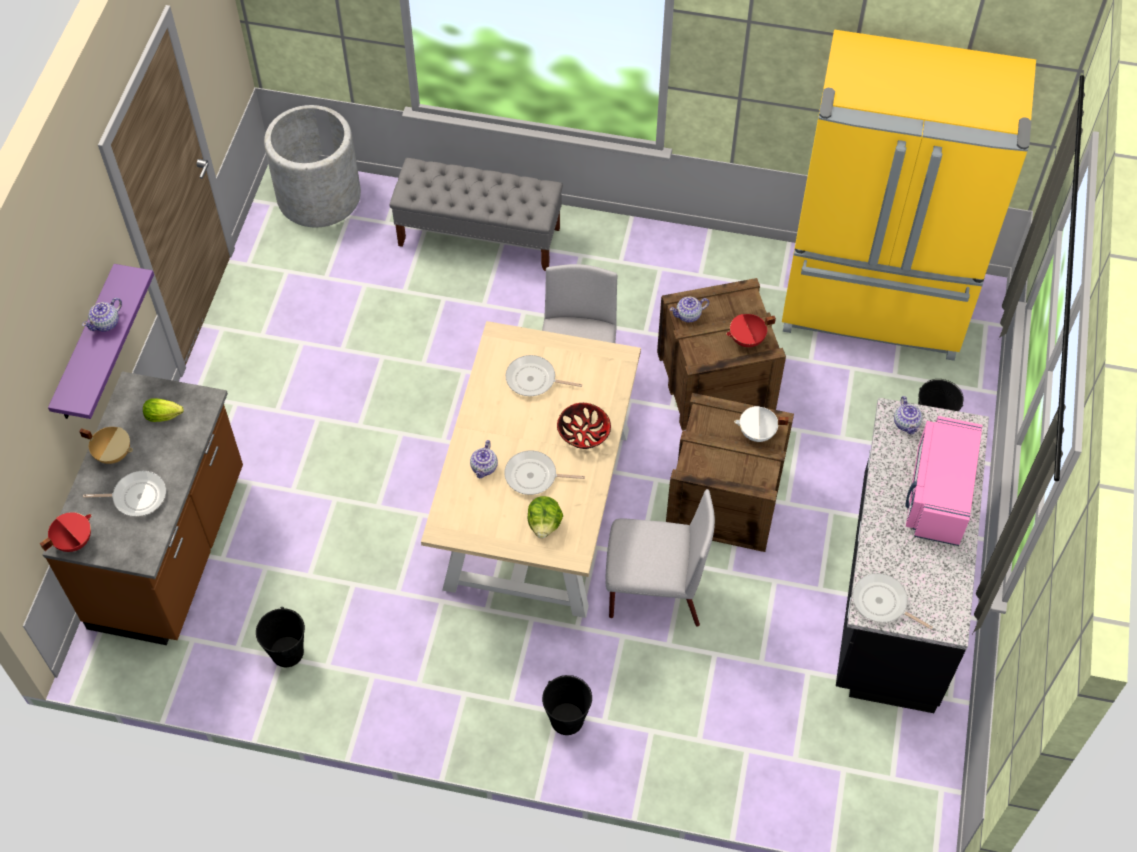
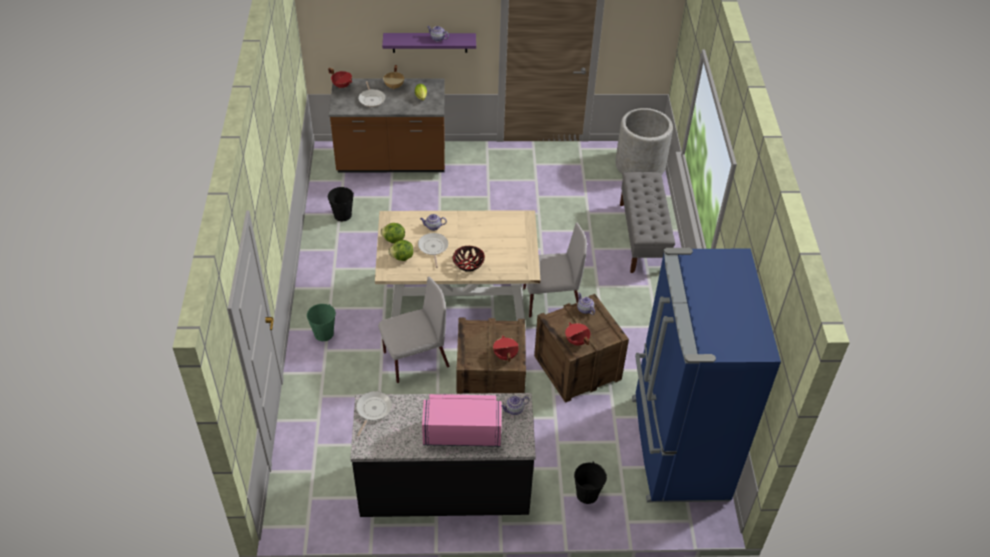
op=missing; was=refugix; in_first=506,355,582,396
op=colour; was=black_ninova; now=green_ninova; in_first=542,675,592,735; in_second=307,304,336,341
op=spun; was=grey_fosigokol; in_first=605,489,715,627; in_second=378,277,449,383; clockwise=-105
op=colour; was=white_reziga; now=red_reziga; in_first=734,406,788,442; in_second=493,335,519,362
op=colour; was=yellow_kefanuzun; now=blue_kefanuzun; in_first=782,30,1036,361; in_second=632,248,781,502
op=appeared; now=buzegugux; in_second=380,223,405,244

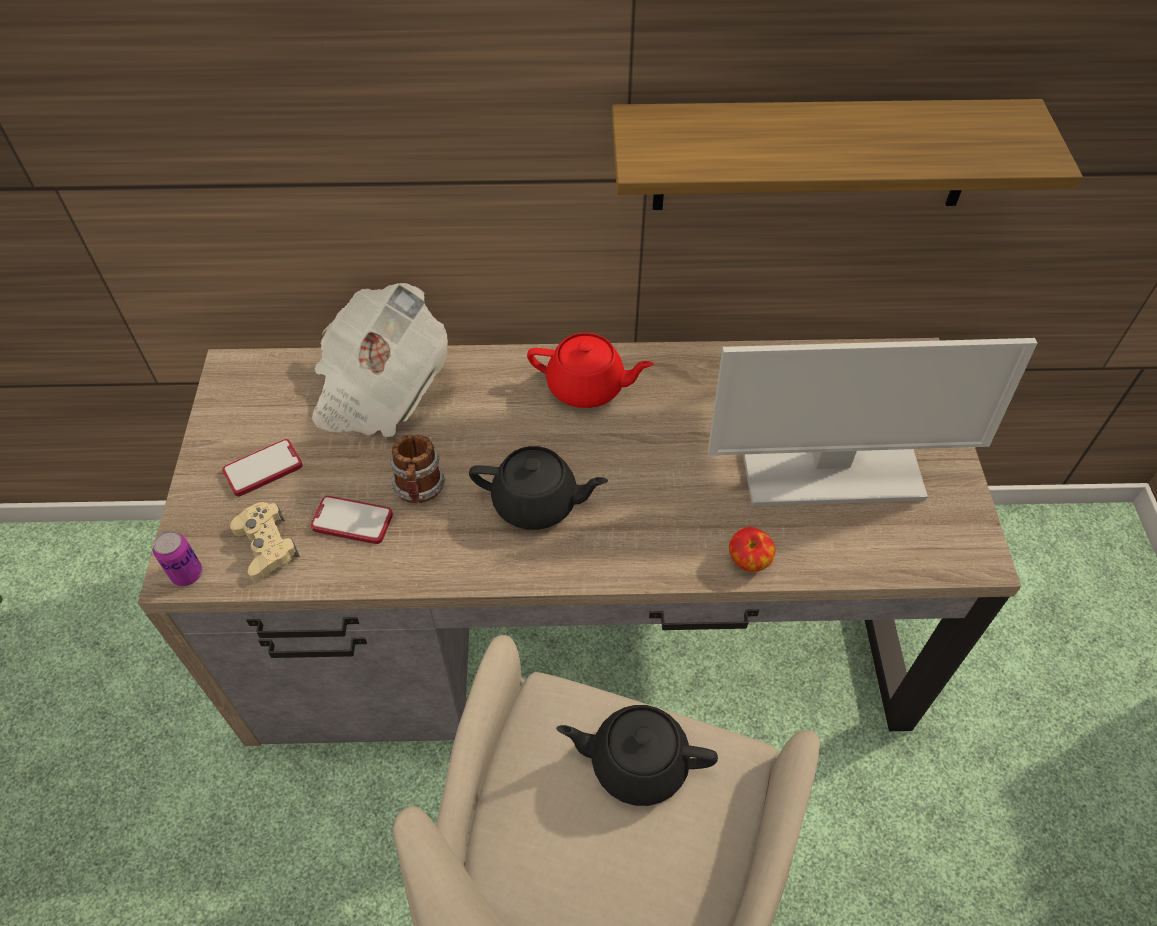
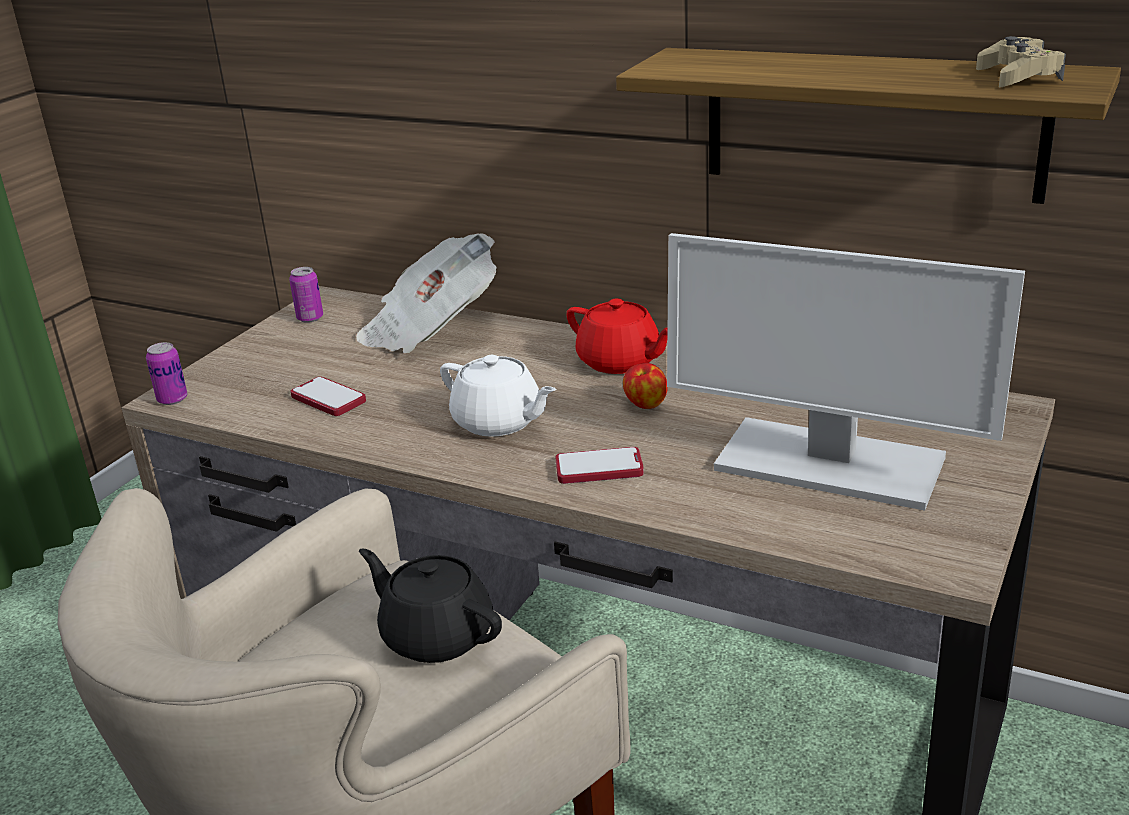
op=relocated; was=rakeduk; in_first=222,439,303,497; in_second=556,447,644,484
op=relocated; was=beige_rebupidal; in_first=230,502,300,581; in_second=976,36,1066,87
op=missing; was=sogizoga; in_first=390,434,445,503
op=colour; was=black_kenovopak; now=white_kenovopak; in_first=469,446,608,530; in_second=440,355,556,437
op=relocated; was=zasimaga; in_first=729,527,775,572; in_second=623,363,668,409
op=appeared; now=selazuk; in_second=289,267,323,323

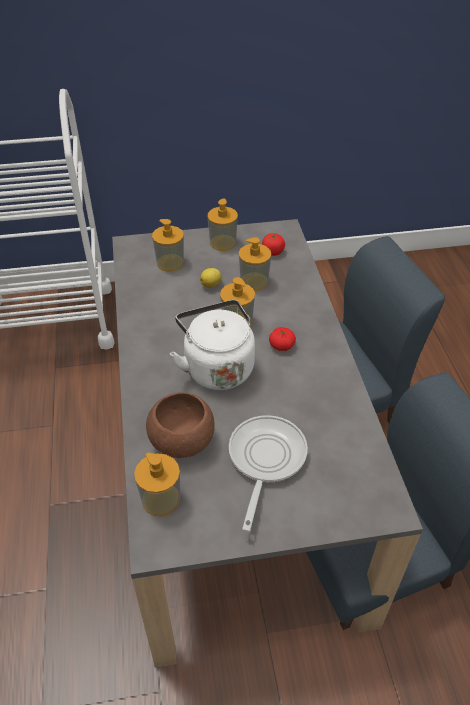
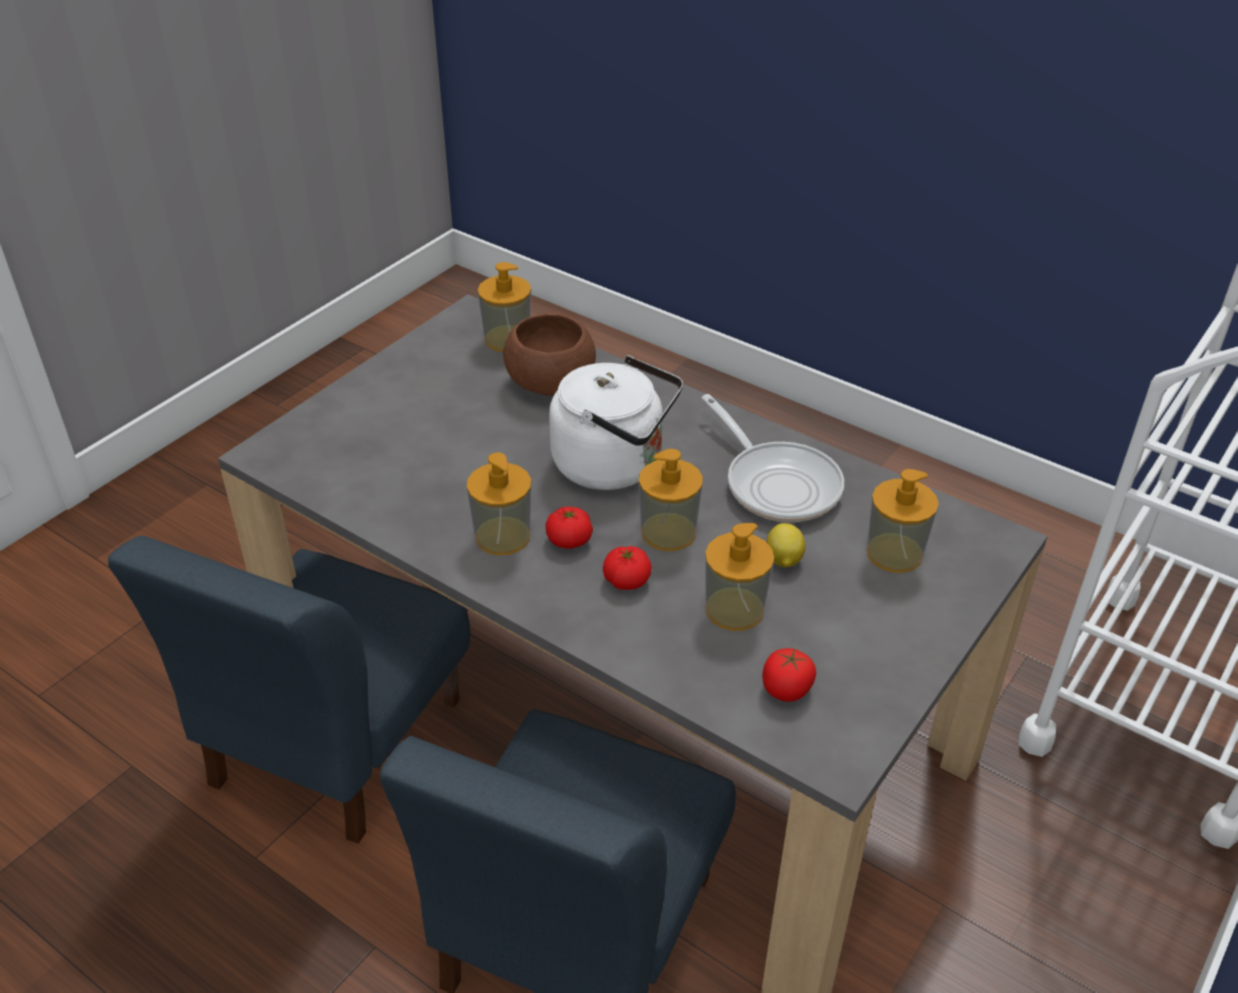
op=relocated; was=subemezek; in_first=208,198,238,251; in_second=467,453,531,555
op=relocated; was=refugix; in_first=229,415,308,532; in_second=702,394,844,522
op=appeared; now=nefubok; in_second=603,546,652,590

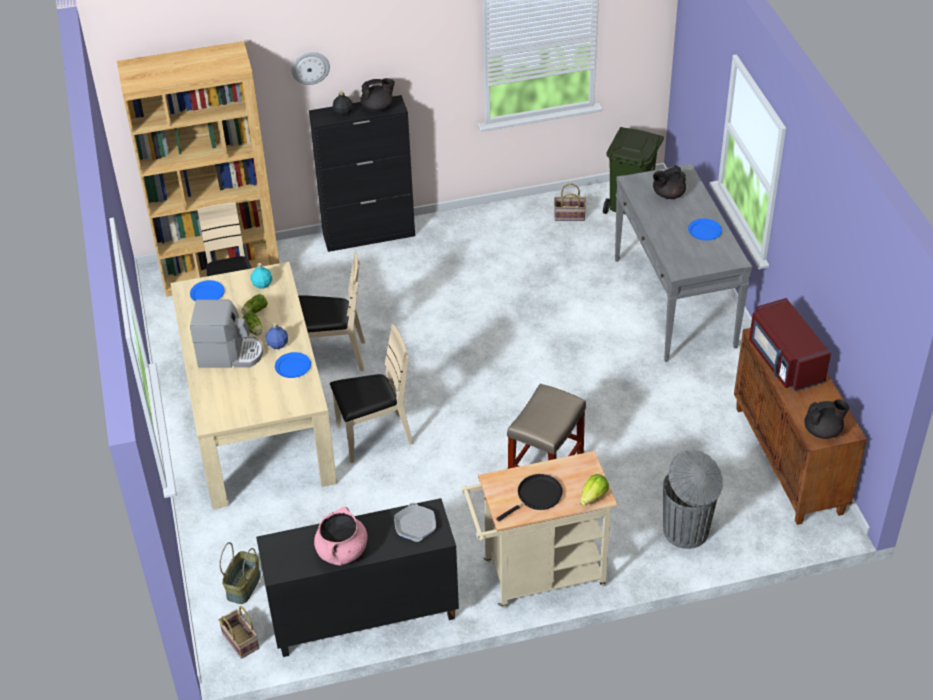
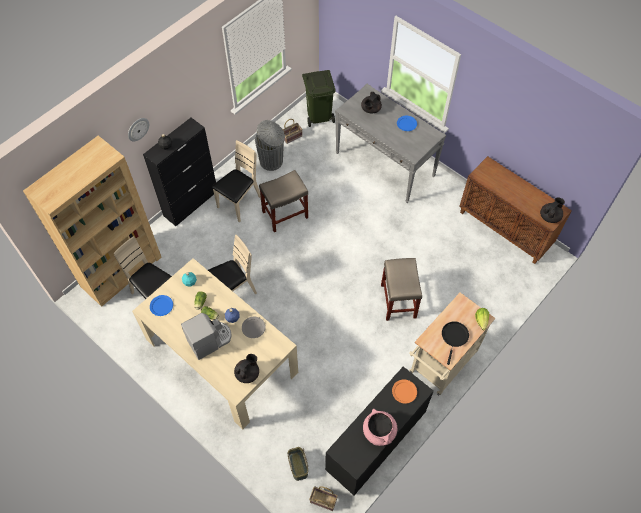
op=colour; was=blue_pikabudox; now=grey_pikabudox; in_first=275,352,311,378; in_second=242,317,266,338
op=relocated; was=beige_fosigokol; in_first=330,324,413,463; in_second=212,140,261,223
op=relocated; was=black_kenovopak; in_first=361,78,395,112; in_second=234,354,259,383
op=exchanged; was=refugix; now=orange_pikabudox; in_first=394,503,436,542; in_second=392,379,417,404
op=relocated; was=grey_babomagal; in_first=663,449,723,549; in_second=255,120,285,171
op=missing; was=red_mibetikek; in_first=749,298,831,391
op=appeared; now=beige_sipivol; in_second=259,170,308,232

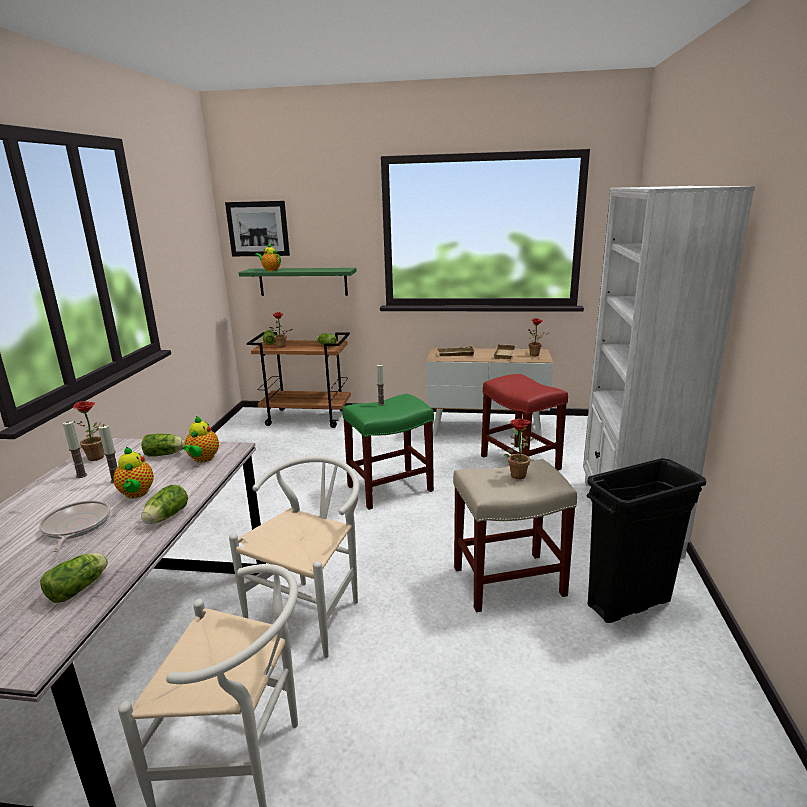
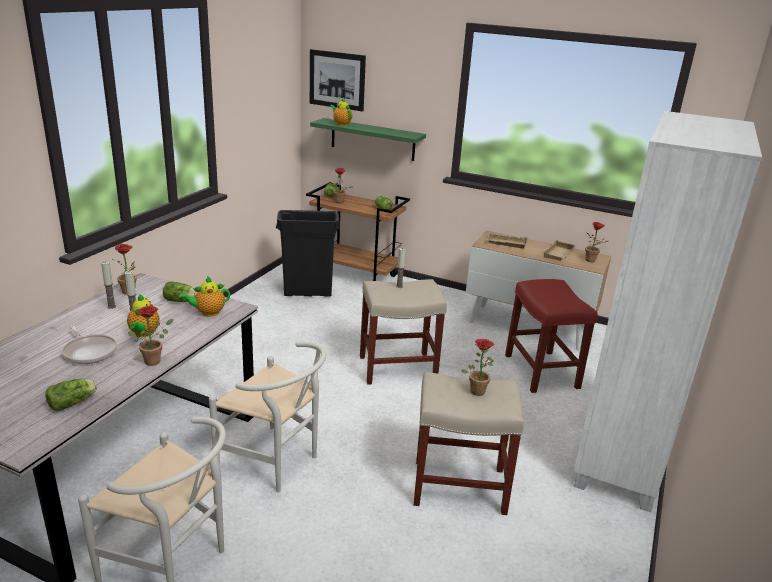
op=spun; was=refugix; in_first=39,500,110,552; in_second=62,325,117,364; clockwise=135
op=exchanged; was=buzegugux; now=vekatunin; in_first=141,485,188,524; in_second=128,306,173,366
op=spun; was=kenovopak; in_first=183,416,219,463; in_second=178,276,230,317; clockwise=45
op=spun; was=white_fosigokol; in_first=229,456,360,658; in_second=209,341,326,493; clockwise=75
op=colour; was=green_sipivol; now=beige_sipivol; in_first=342,394,434,510; in_second=360,279,447,385
op=relocated; was=black_babomagal; in_first=587,458,706,623; in_second=276,210,340,297

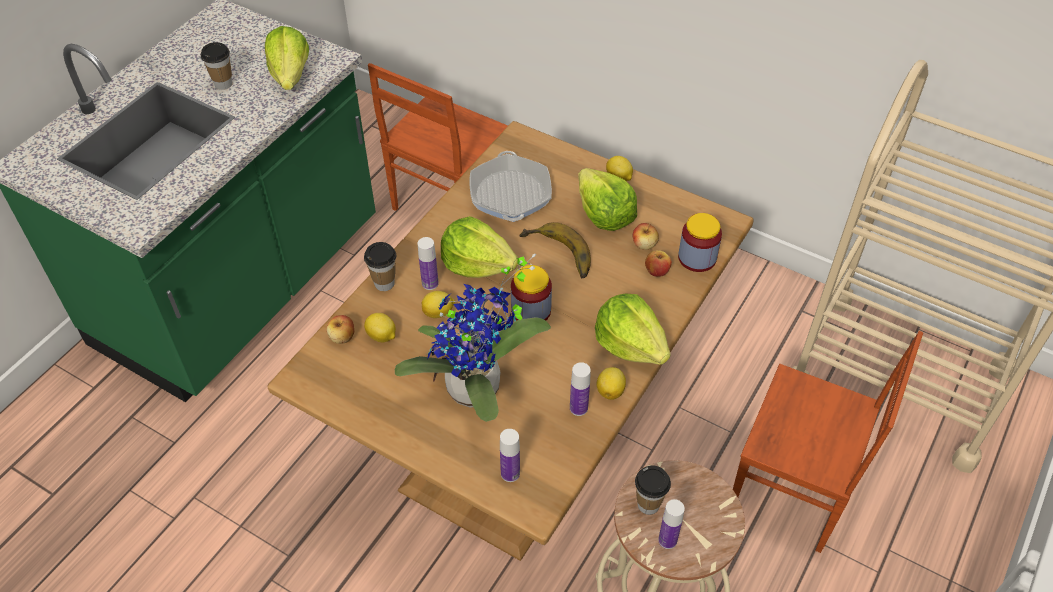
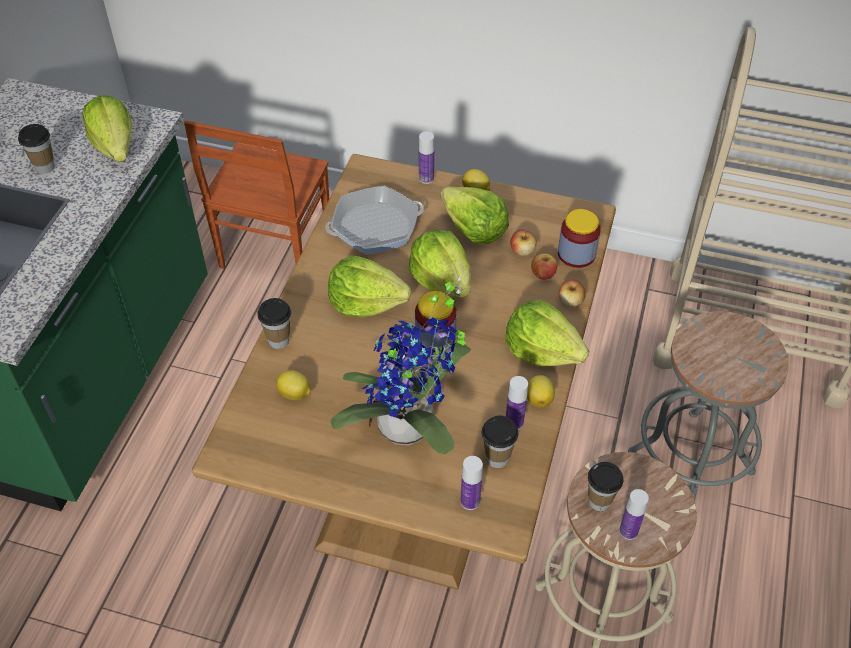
op=relocated; was=zasimaga; in_first=326,315,354,344; in_second=559,280,586,308
op=relocated; was=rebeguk; in_first=418,237,439,290; in_second=419,131,434,184
op=missing; was=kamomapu; in_first=422,291,455,318
op=spun; was=refugix; in_first=469,151,552,222; in_second=325,186,424,254; clockwise=-90
op=exchanged; was=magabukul; now=buzegugux; in_first=519,222,591,278; in_second=409,230,471,298
op=exchanged; was=brown_fosigokol; now=grey_sipivol; in_first=733,331,923,553; in_second=628,311,789,501
op=appeared; now=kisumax; in_second=482,416,519,468

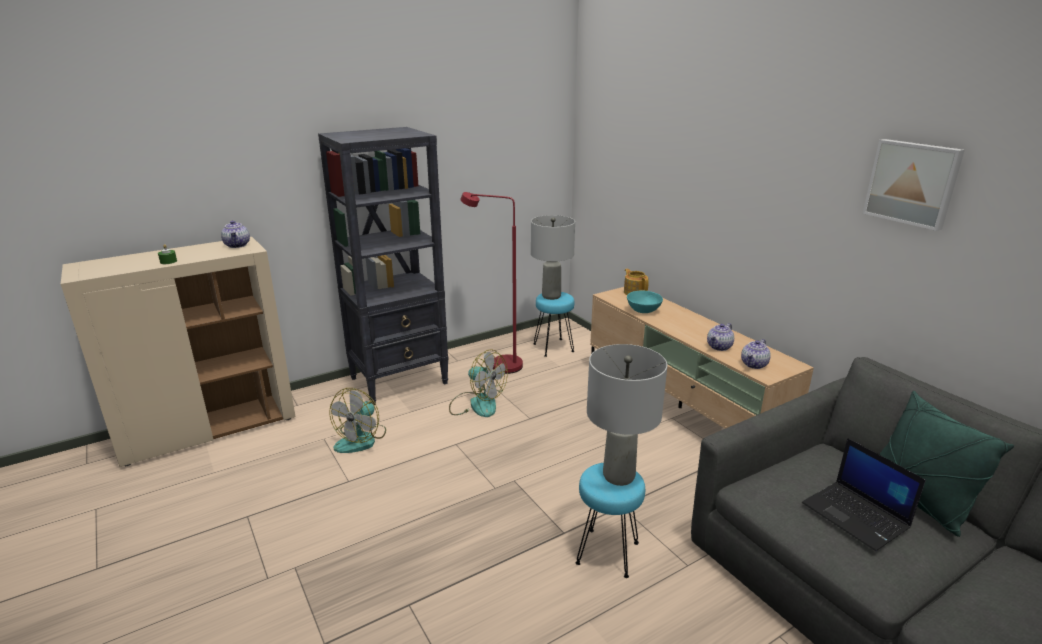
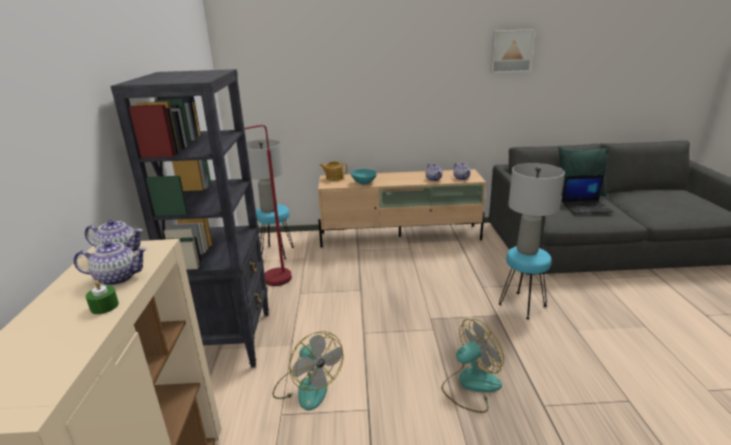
op=relocated; was=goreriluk; in_first=449,349,508,417; in_second=442,319,504,413
op=appeared; now=kenovopak; in_second=73,241,148,286

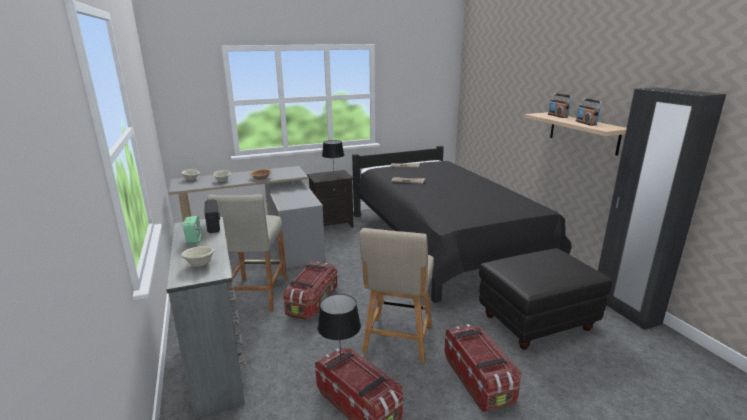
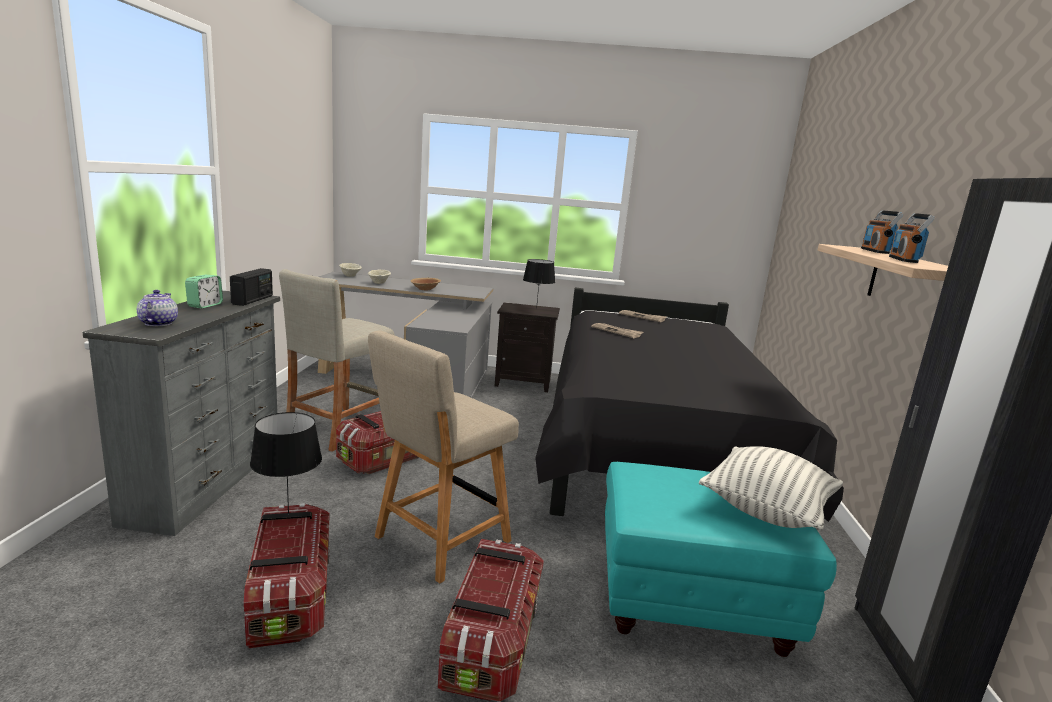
op=exchanged; was=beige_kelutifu; now=kenovopak; in_first=181,246,215,267; in_second=137,290,178,326
op=colour; was=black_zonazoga; now=turquoise_zonazoga; in_first=479,248,612,350; in_second=605,462,837,657
op=appeared; now=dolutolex; in_second=699,446,843,529

